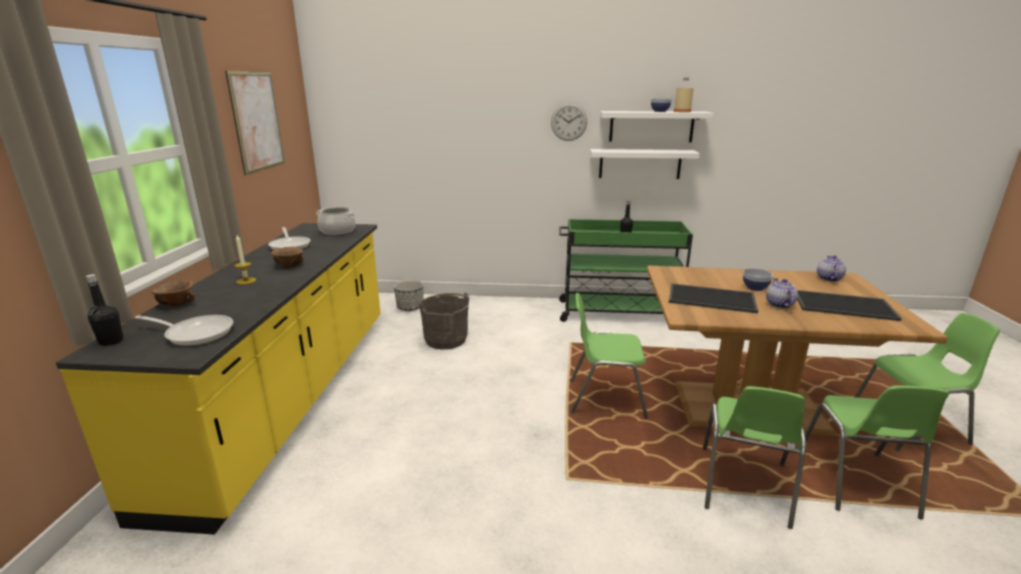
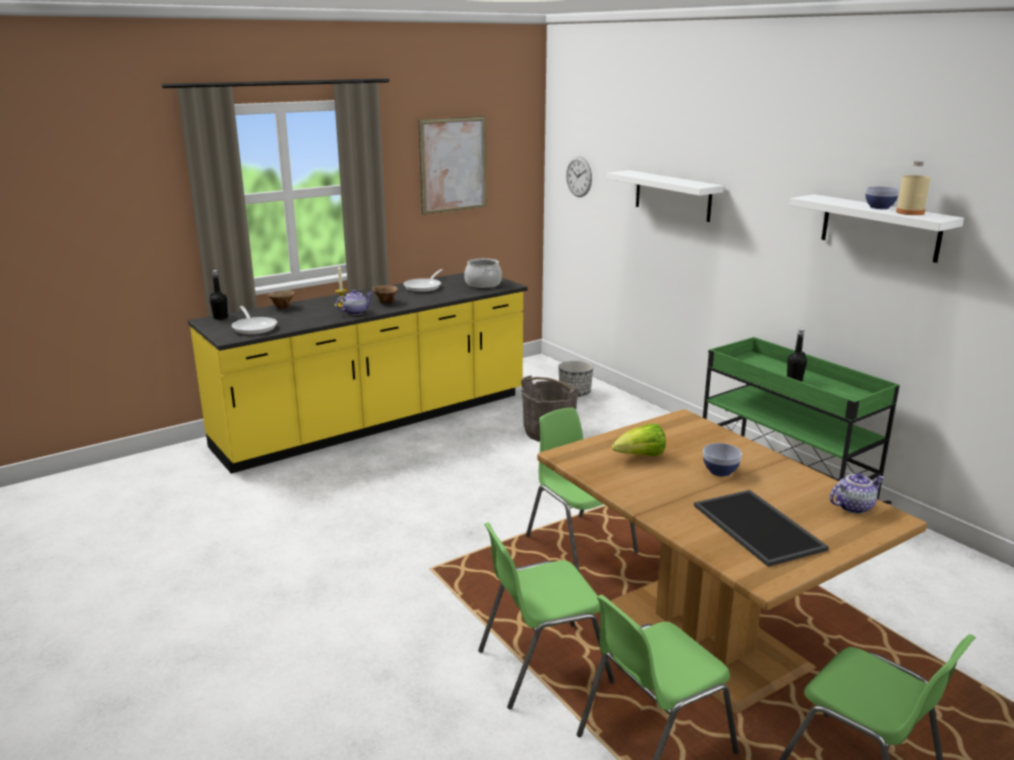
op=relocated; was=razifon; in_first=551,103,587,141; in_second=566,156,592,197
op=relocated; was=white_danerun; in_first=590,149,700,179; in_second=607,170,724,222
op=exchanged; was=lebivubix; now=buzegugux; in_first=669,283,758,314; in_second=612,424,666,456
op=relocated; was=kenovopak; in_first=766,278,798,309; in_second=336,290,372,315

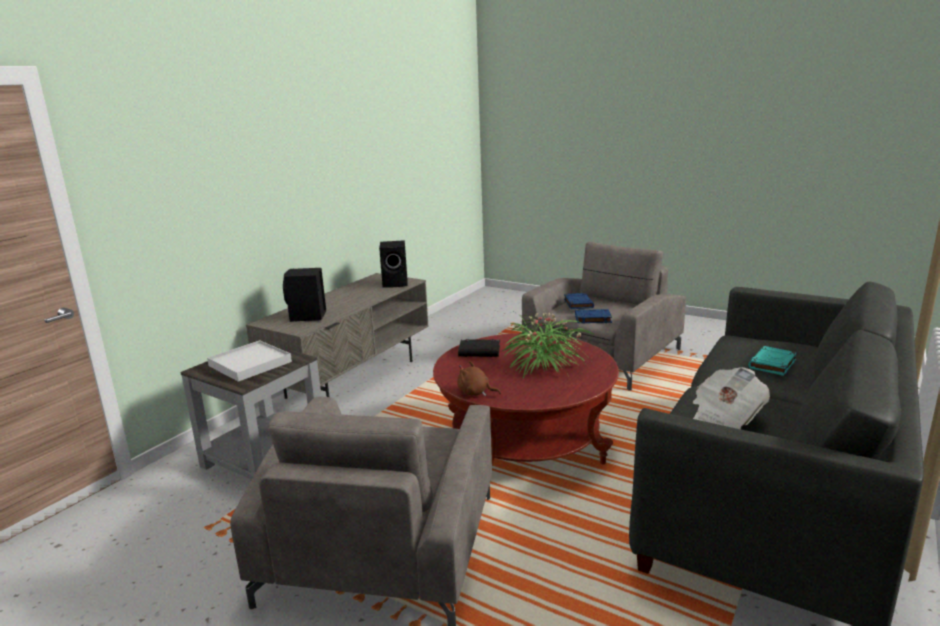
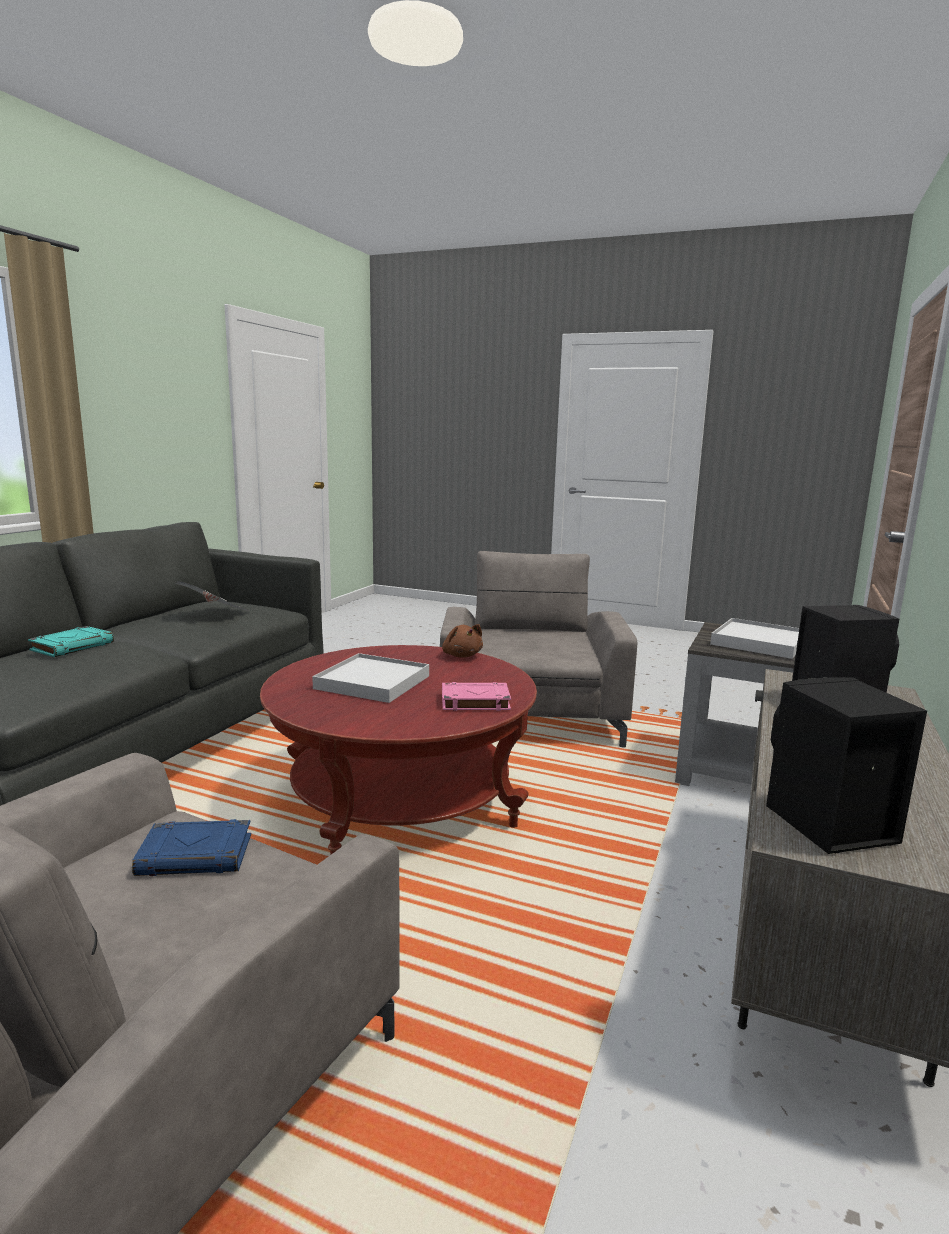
op=spun; was=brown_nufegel; in_first=457,361,501,396; in_second=442,624,483,658; clockwise=45
op=colour; was=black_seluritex; now=pink_seluritex; in_first=458,339,500,357; in_second=442,682,511,711
op=exchanged; was=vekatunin; now=white_lebivubix; in_first=501,313,595,379; in_second=312,653,429,703
op=missing; was=blue_seluritex; in_first=564,293,594,309

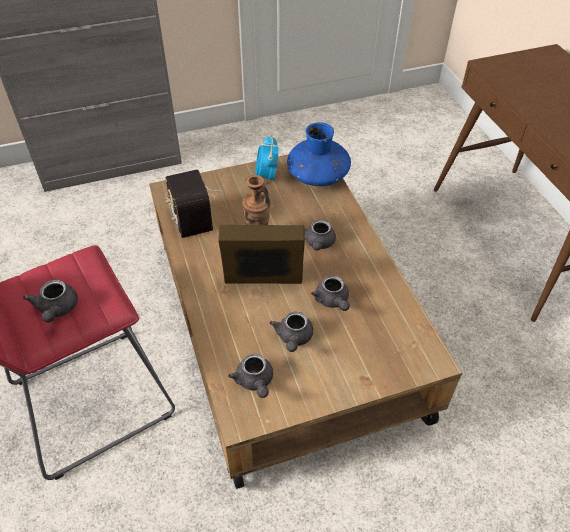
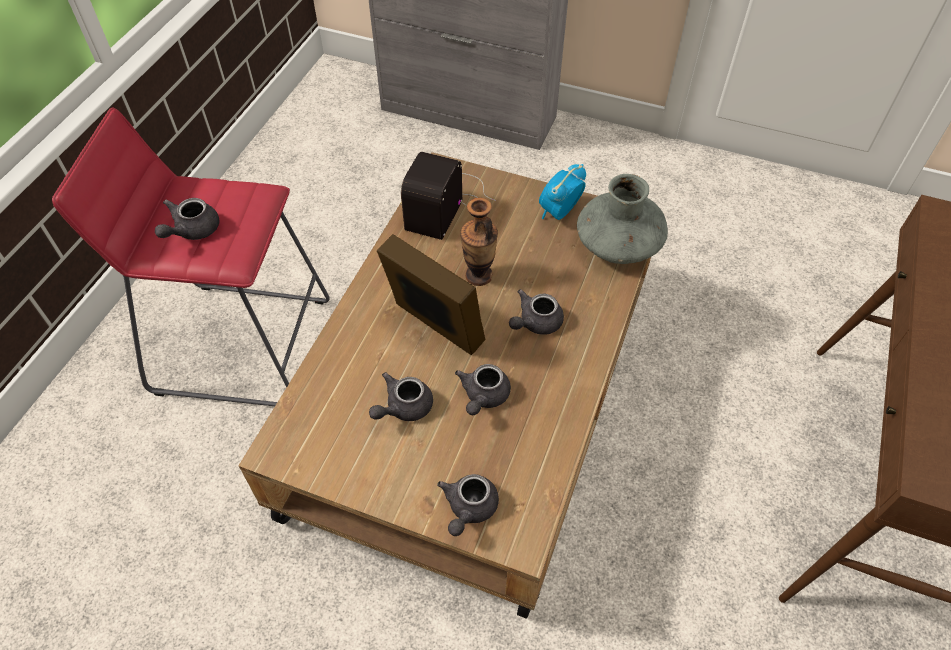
op=relocated; was=grey_kenovopak; in_first=228,354,273,398; in_second=437,474,499,536
op=colour; was=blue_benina; now=grey_benina; in_first=287,122,351,186; in_second=577,174,668,264

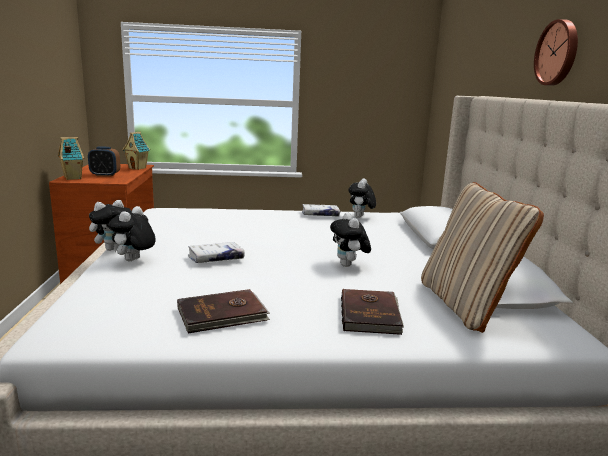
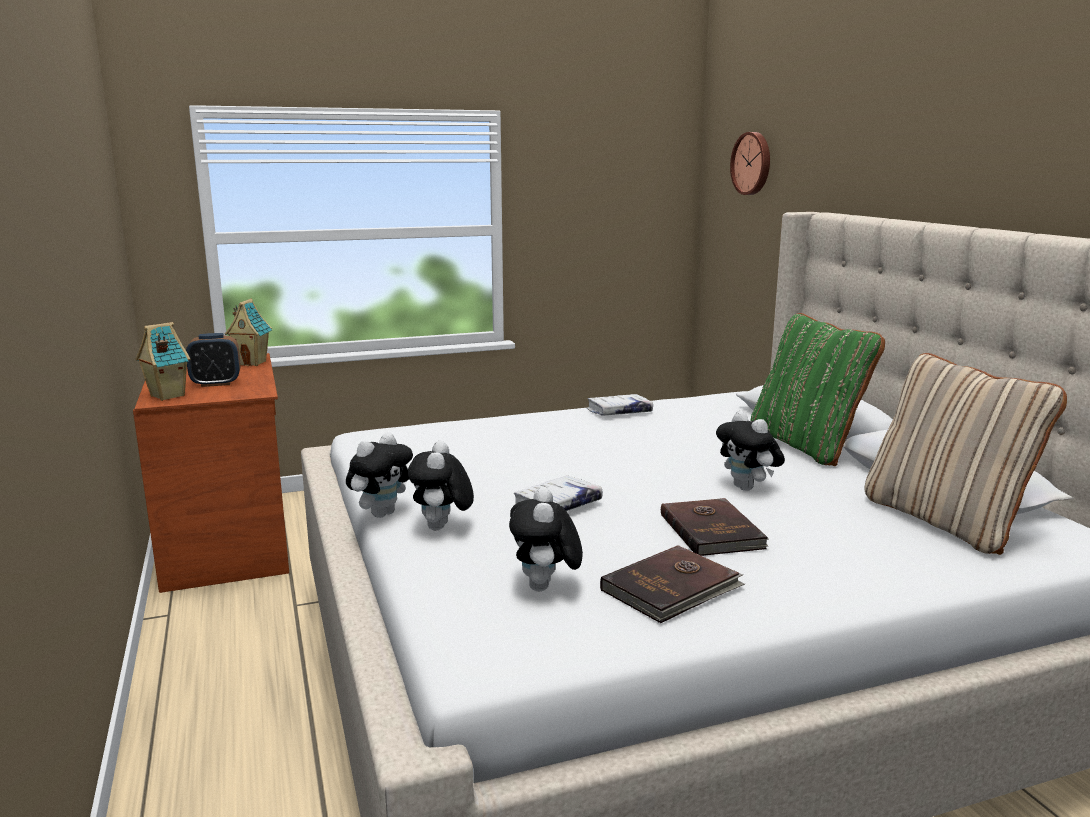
op=relocated; was=brown_seluritex; in_first=341,289,404,335; in_second=661,498,769,556
op=relocated; was=nufegel; in_first=349,178,376,218; in_second=509,487,583,591
op=relocated; was=razifon; in_first=534,19,578,86; in_second=730,132,770,195
op=appeared; now=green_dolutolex; in_second=750,313,885,466

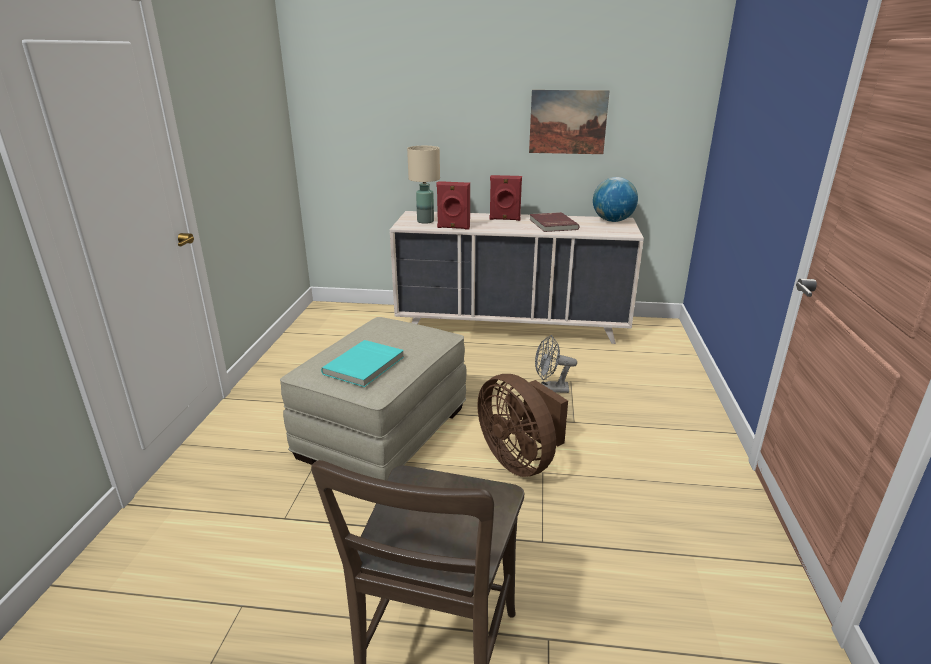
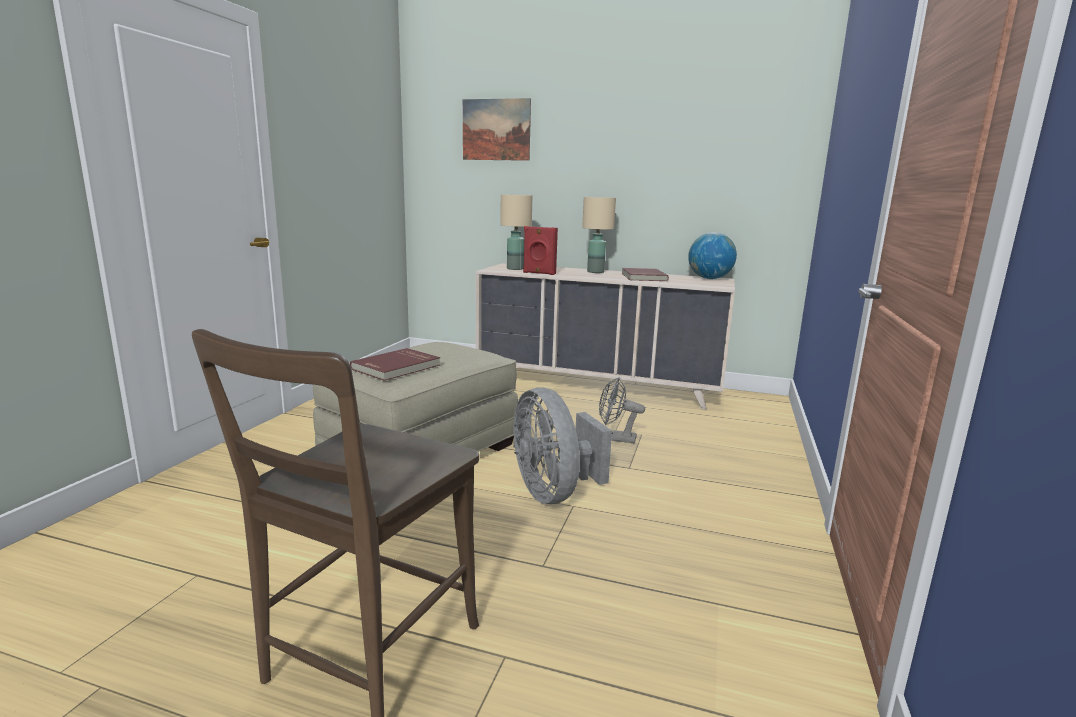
op=colour; was=turquoise_seluritex; now=red_seluritex; in_first=321,340,404,387; in_second=350,348,440,381
op=colour; was=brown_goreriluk; now=grey_goreriluk; in_first=477,374,568,477; in_second=513,387,612,504
op=exchanged; was=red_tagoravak; now=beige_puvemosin; in_first=489,175,522,221; in_second=582,197,616,273
op=relocated; was=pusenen; in_first=529,90,610,154; in_second=463,98,531,161

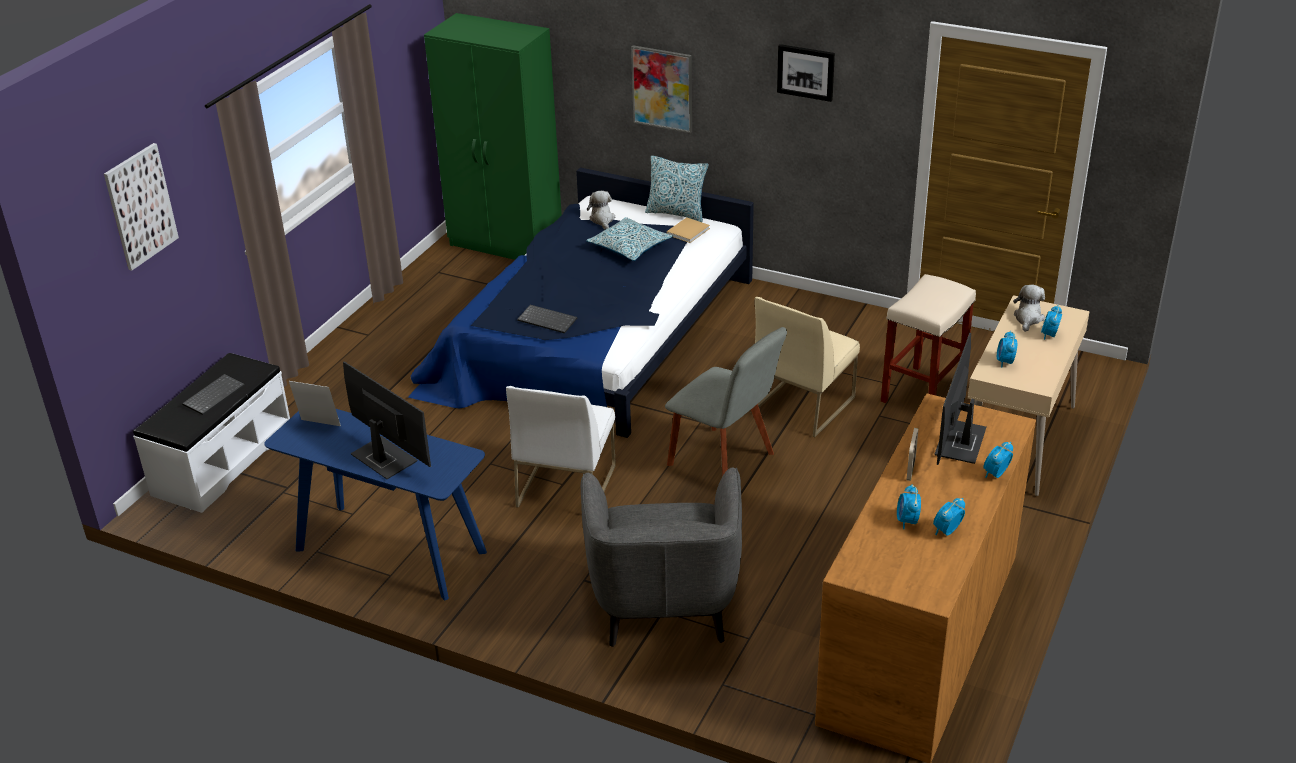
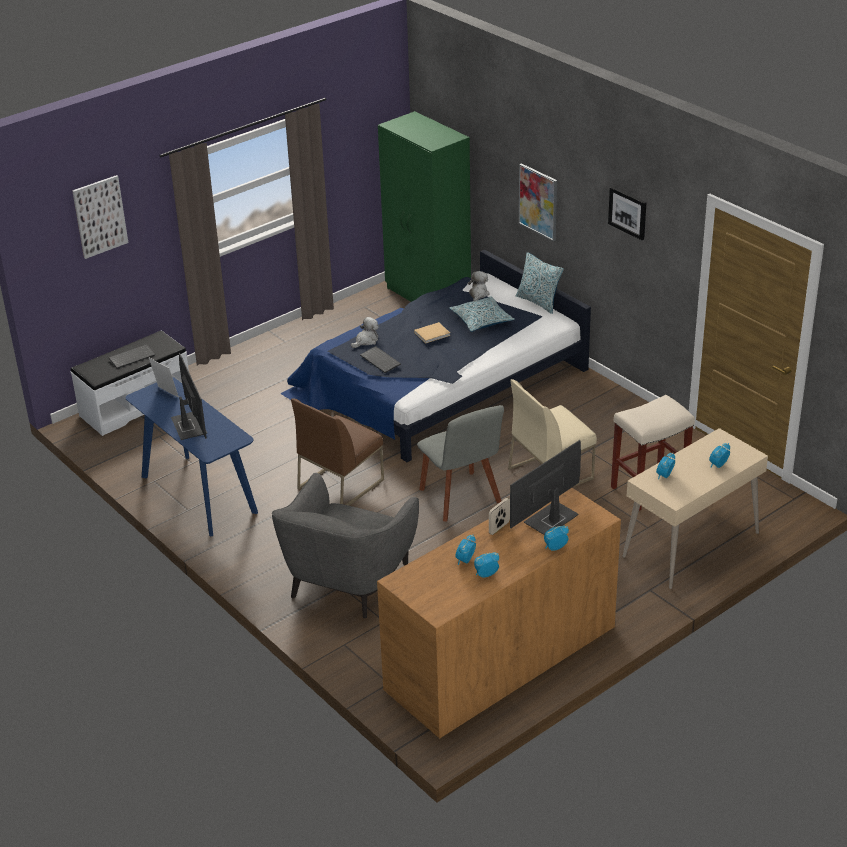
op=colour; was=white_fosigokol; now=brown_fosigokol; in_first=506,386,616,508; in_second=291,398,384,506
op=relocated; was=beige_seluritex; in_first=667,217,710,243; in_second=414,322,451,344
op=relocated; was=nufegel; in_first=1013,285,1045,332; in_second=351,317,379,348

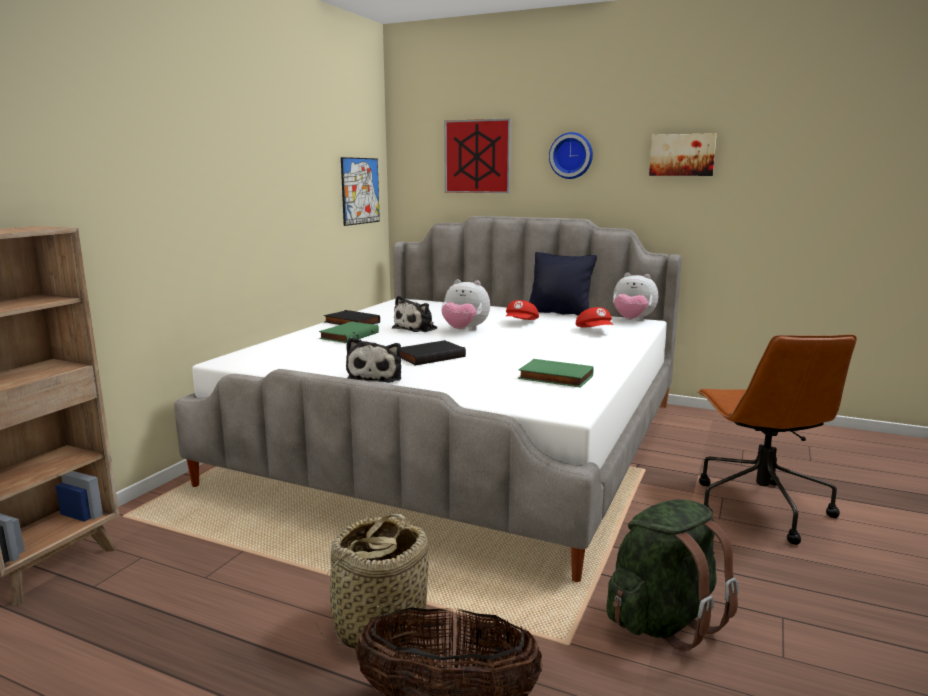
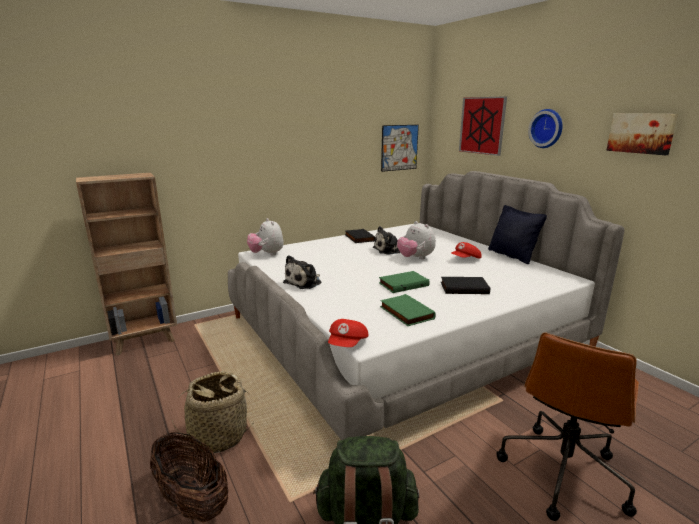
op=relocated; was=green_seluritex; in_first=319,322,379,343; in_second=379,271,430,293
op=relocated; was=black_seluritex; in_first=400,340,466,366; in_second=441,277,490,294
op=relocated; was=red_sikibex; in_first=576,307,613,328; in_second=328,319,369,347
op=relocated; was=nufegel; in_first=613,273,659,321; in_second=247,218,284,256

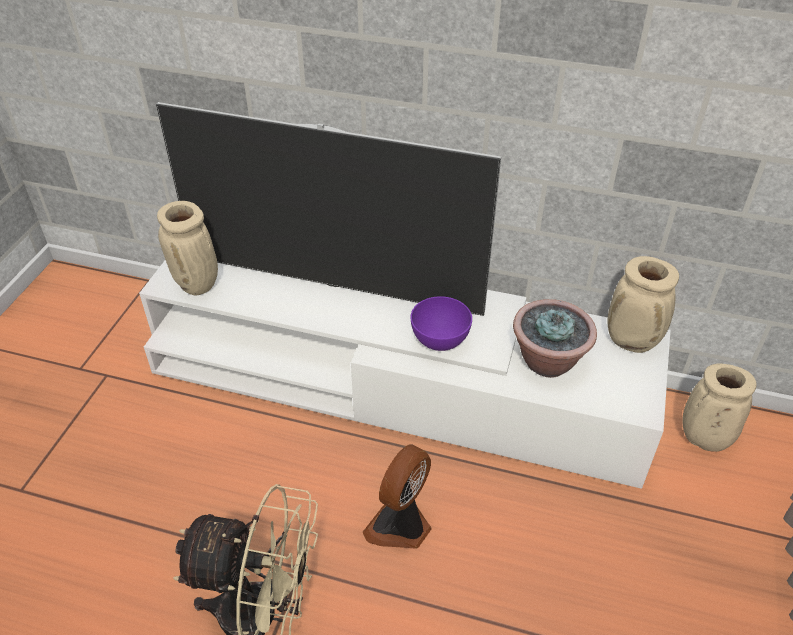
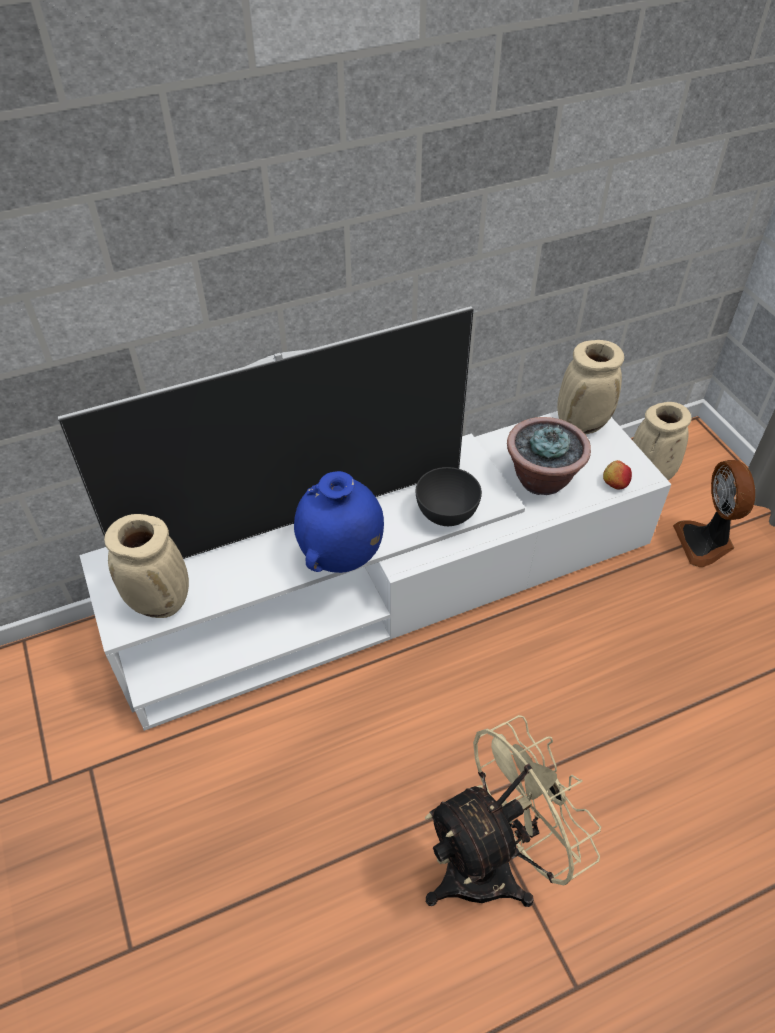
op=relocated; was=goreriluk; in_first=362,444,432,549; in_second=673,460,755,567
op=colour; was=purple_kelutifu; now=grey_kelutifu; in_first=411,296,472,351; in_second=416,467,482,526
op=appeared; now=blue_benina; in_second=294,471,384,573
op=appeared; now=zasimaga; in_second=603,460,632,489

